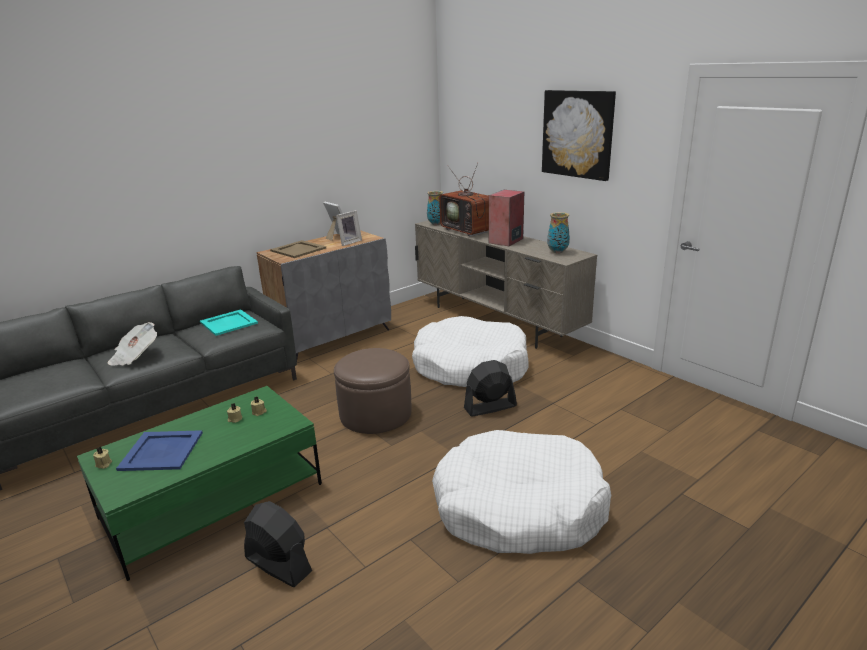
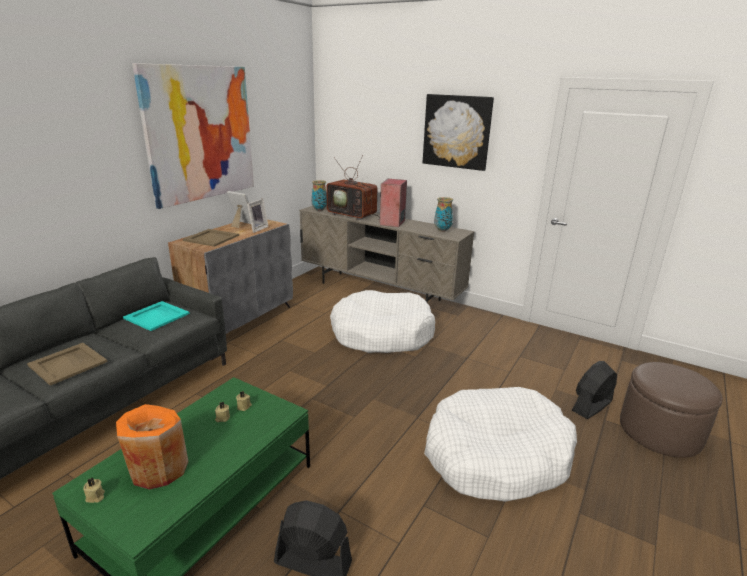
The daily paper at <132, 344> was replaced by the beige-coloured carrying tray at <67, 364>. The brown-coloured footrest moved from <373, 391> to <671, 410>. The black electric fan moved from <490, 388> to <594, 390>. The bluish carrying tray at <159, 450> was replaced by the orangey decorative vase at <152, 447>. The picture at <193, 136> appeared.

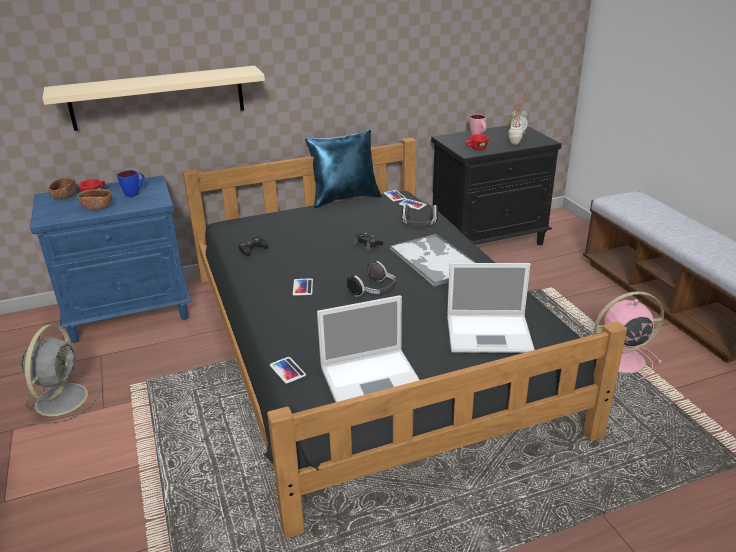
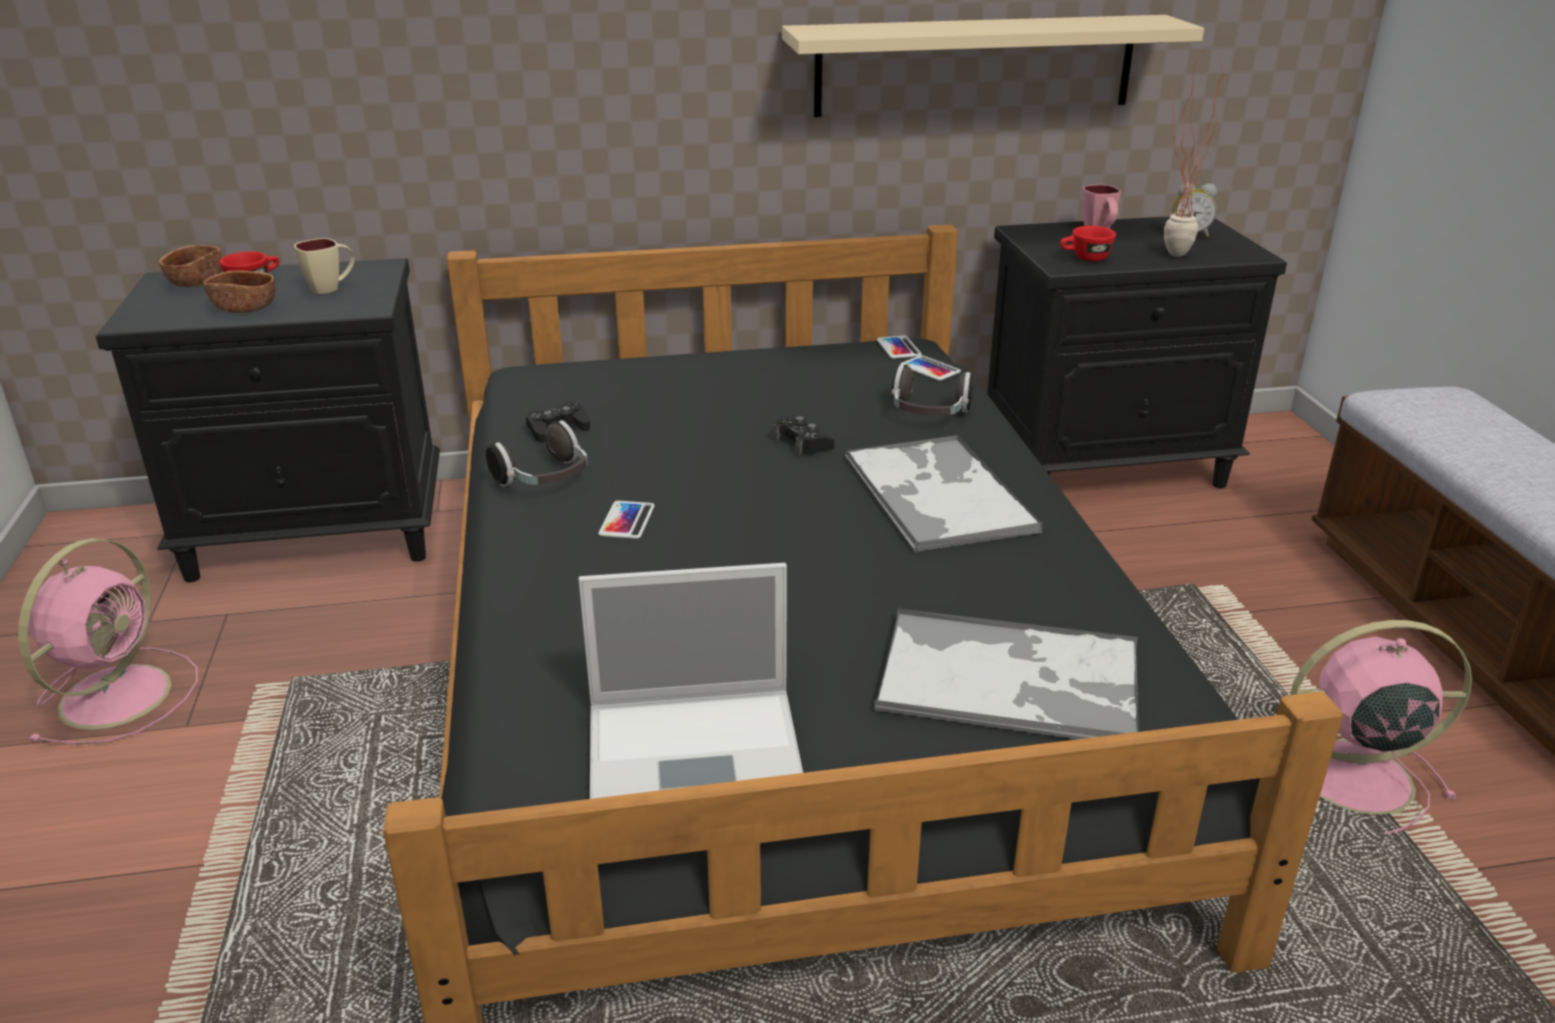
The beige-coloured bracket shelf moved from <154, 98> to <993, 66>. The bluish pillow at <343, 169> disappeared. The bluish mug at <131, 183> became the beige-coloured mug at <324, 266>. The bluish night table at <111, 259> became the black night table at <268, 420>. The pair of headphones moved from <371, 279> to <537, 453>. The notebook computer at <491, 308> was replaced by the carrying tray at <1006, 673>. The grey electric fan at <60, 374> became the pinkish electric fan at <108, 641>. The telephone at <288, 370> disappeared.

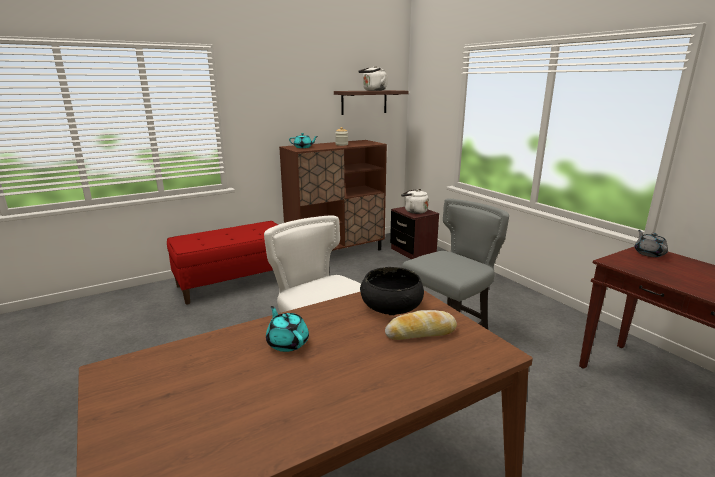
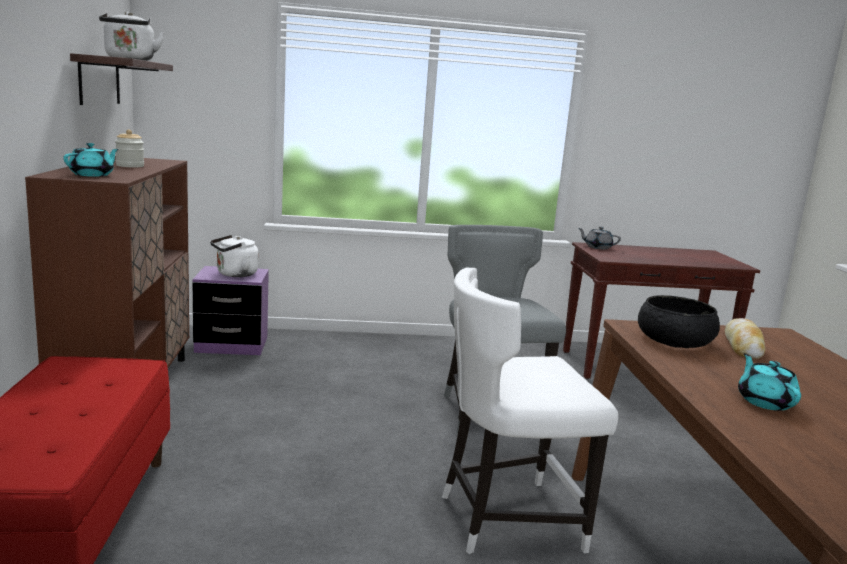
The brown-coloured night table at <414, 233> became the purplish night table at <230, 310>. The blue-green teapot at <287, 329> turned 90 degrees clockwise.

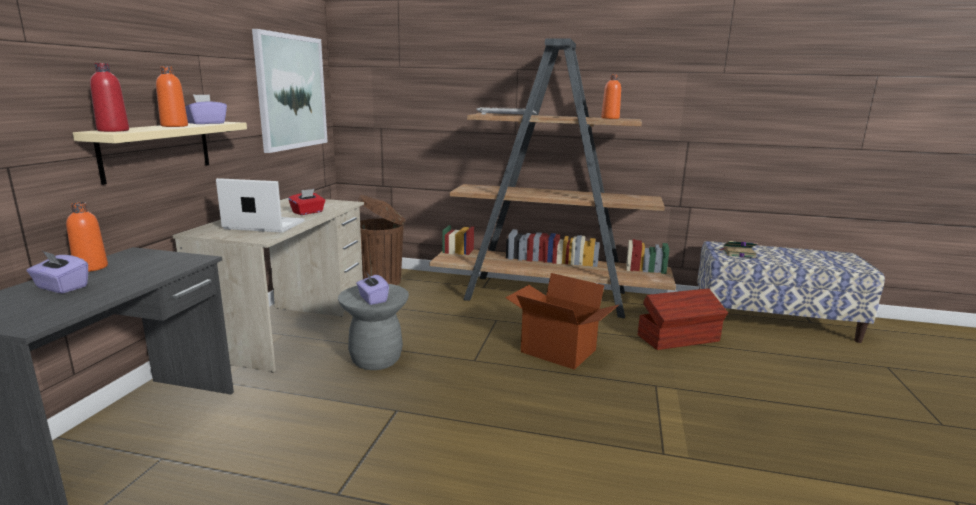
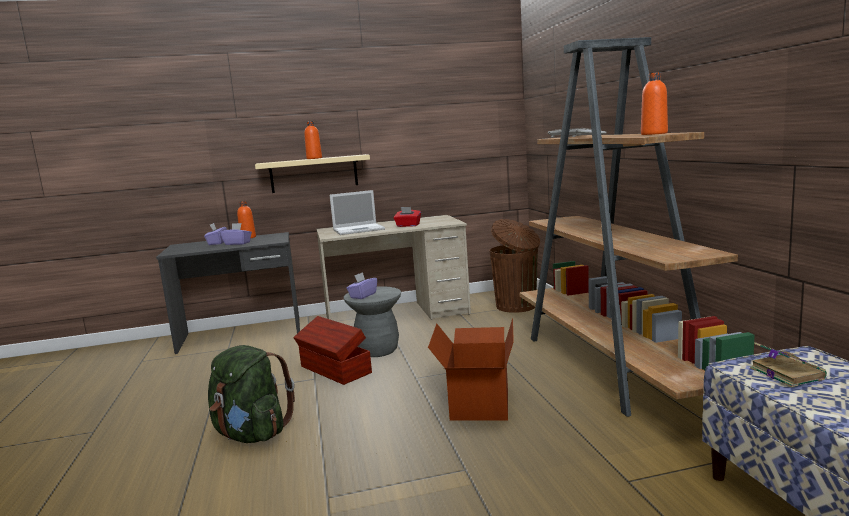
The picture at <290, 91> disappeared. The reddish drink bottle at <109, 97> disappeared. The purplish tissue holder moved from <206, 109> to <236, 234>. The notebook computer at <260, 205> turned 90 degrees clockwise. The brown-coloured storage container moved from <683, 319> to <332, 350>. The green-coloured knapsack at <251, 394> appeared.

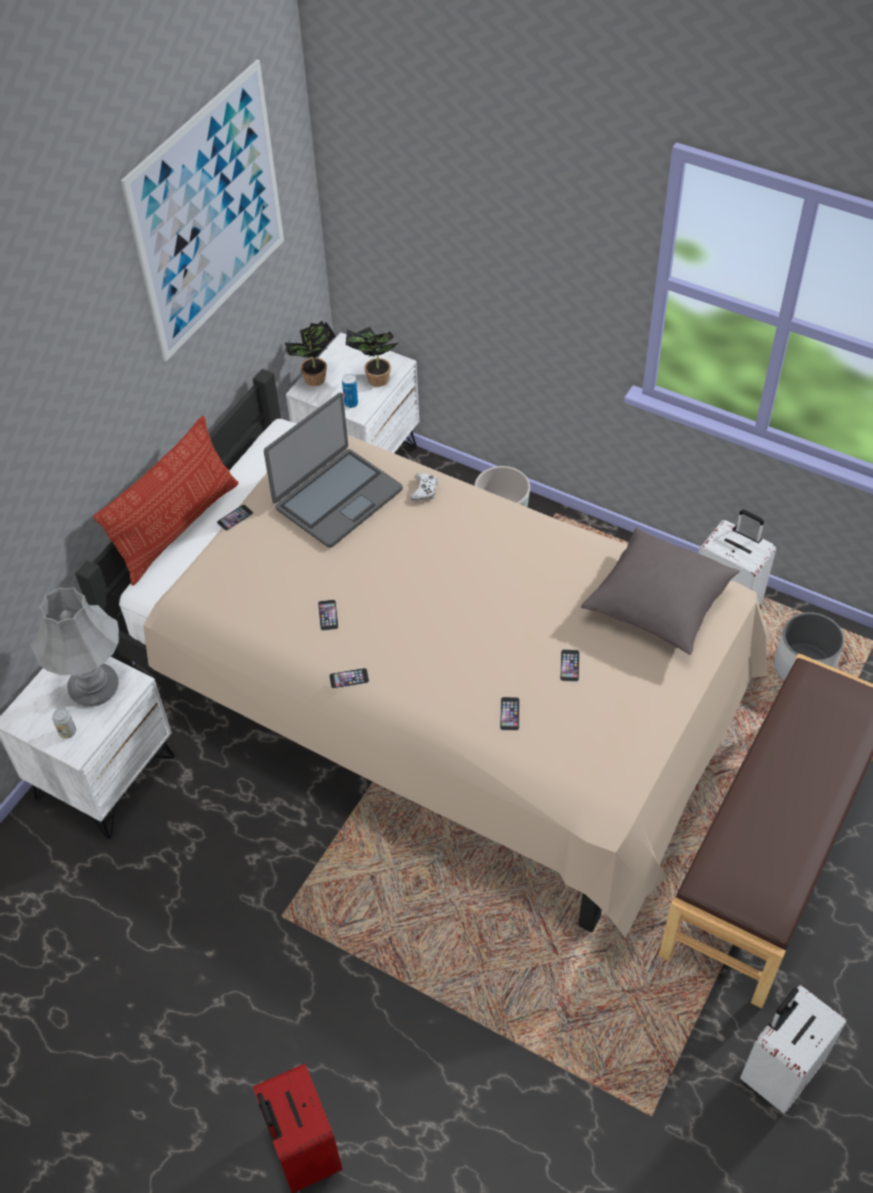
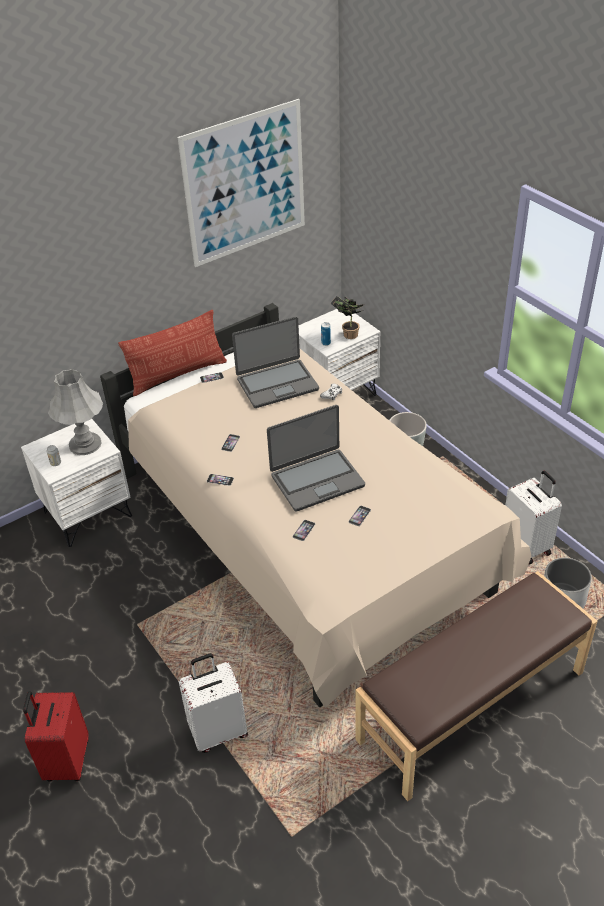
The plant in a pot at <310, 353> disappeared. The grey pillow at <660, 591> disappeared. The white-coloured travel case moved from <793, 1049> to <213, 703>. The notebook computer at <316, 458> appeared.

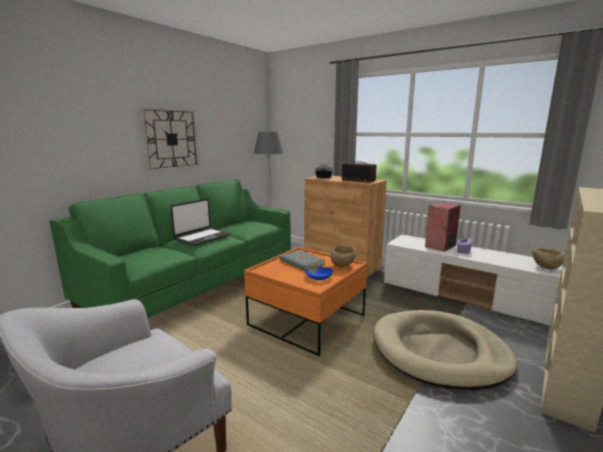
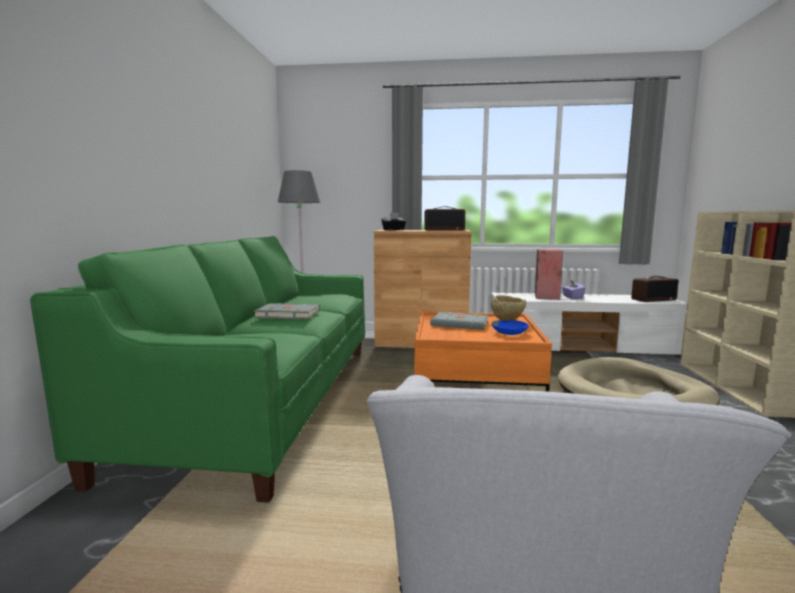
The wall clock at <169, 139> disappeared. The notebook computer at <200, 222> was replaced by the grey bound book at <287, 311>. The beige-coloured serving bowl at <548, 258> was replaced by the radio at <655, 289>.

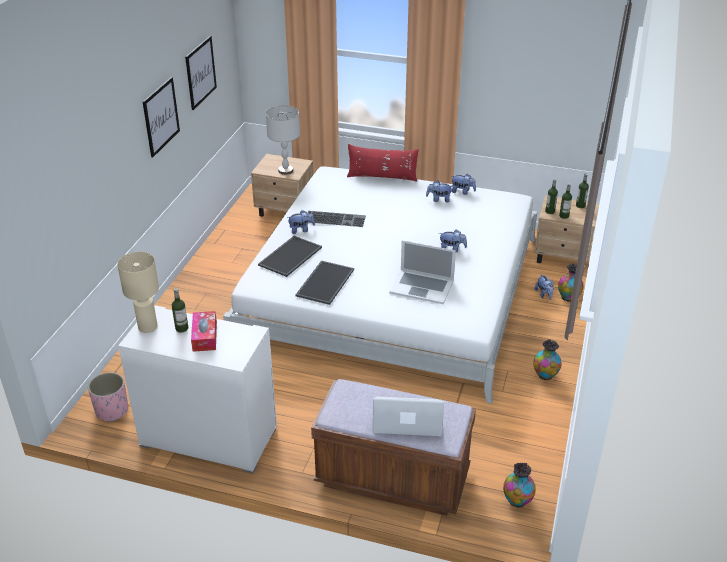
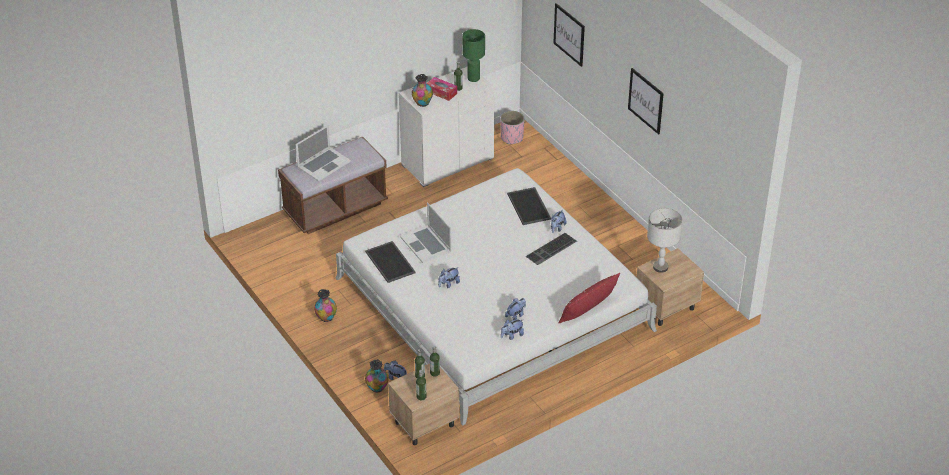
The picture moved from <201, 73> to <569, 35>. The notebook computer at <422, 272> turned 90 degrees counterclockwise. The beige-coloured table lamp at <138, 292> became the green-coloured table lamp at <473, 55>. The carrying tray moved from <325, 283> to <390, 262>. The decorative vase moved from <519, 485> to <422, 90>.

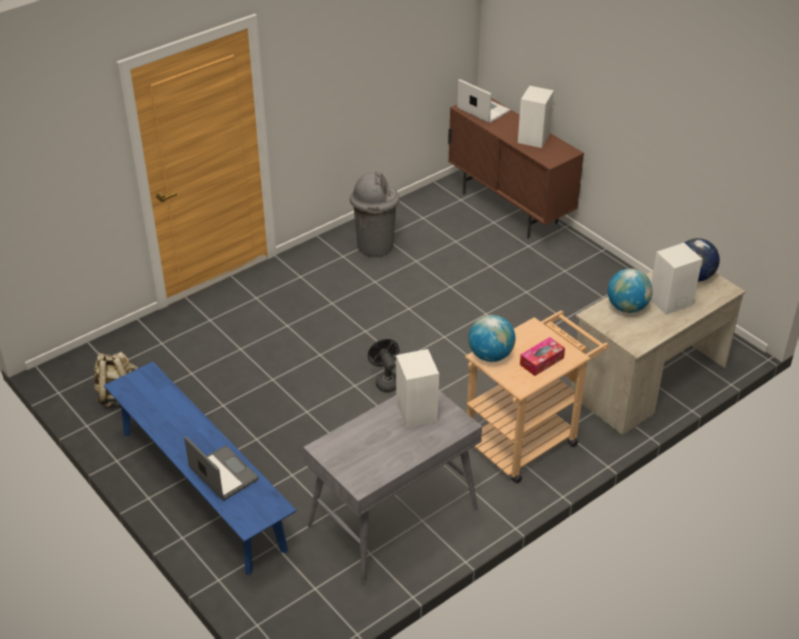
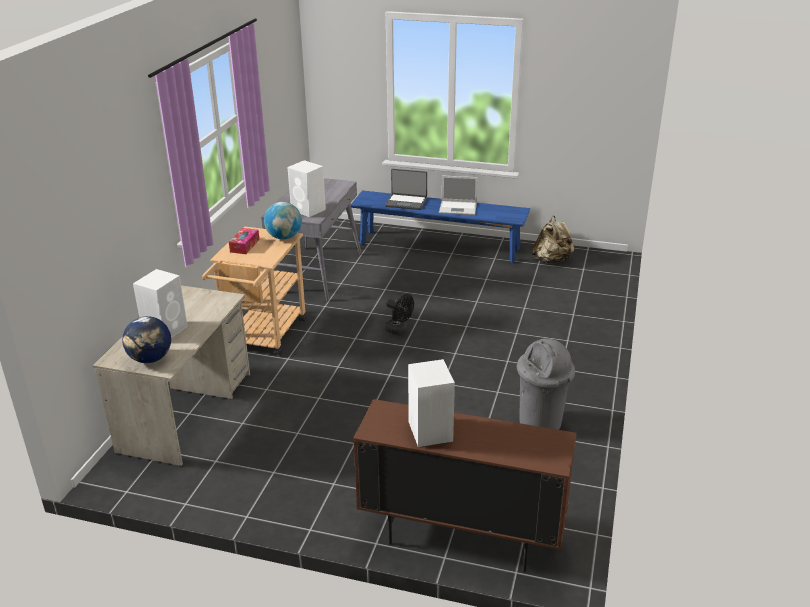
The notebook computer moved from <483, 101> to <458, 195>. The globe at <630, 291> disappeared.

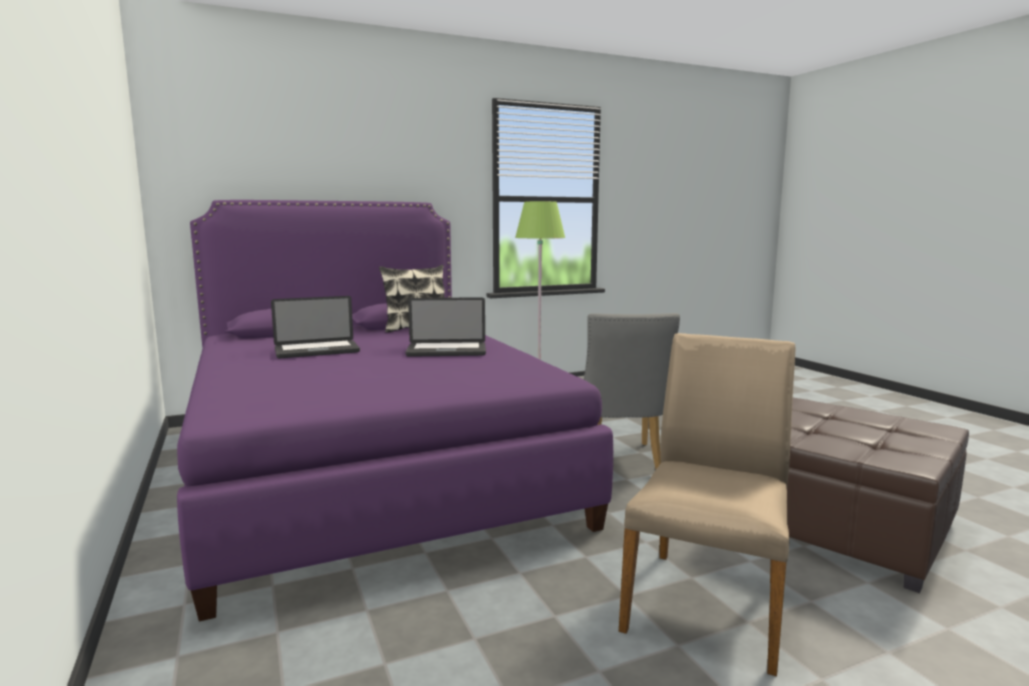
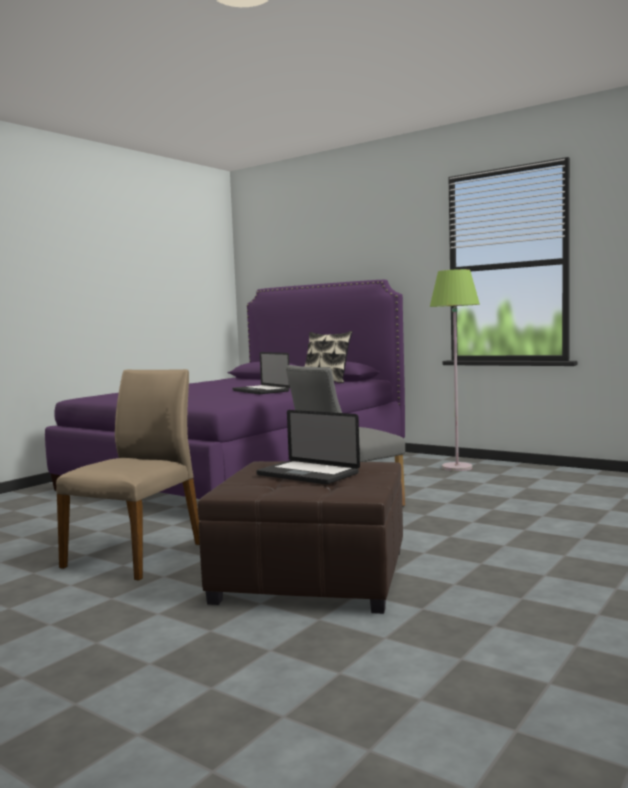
The notebook computer moved from <315, 327> to <308, 447>. The beige-coloured chair at <707, 505> turned 60 degrees counterclockwise.

